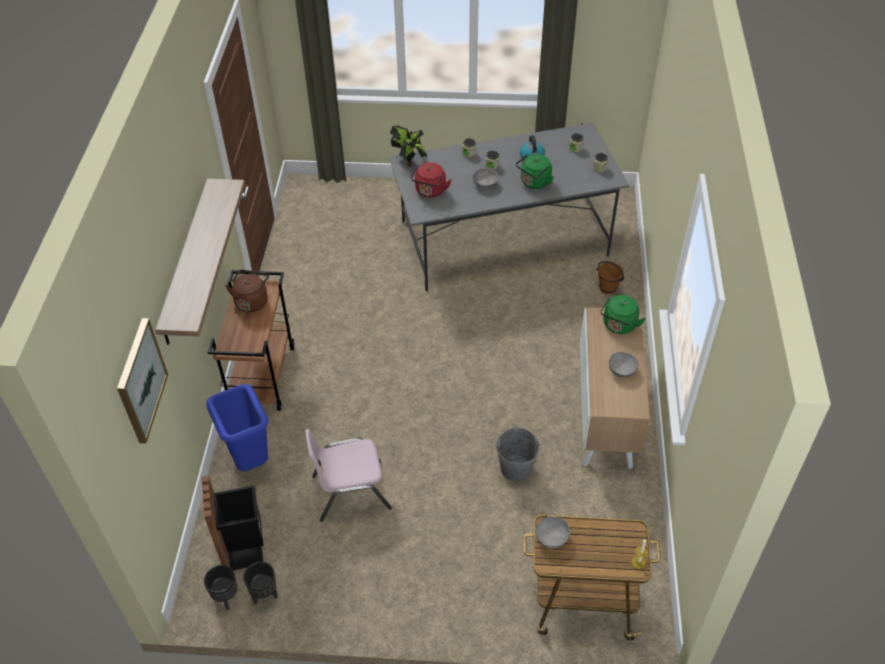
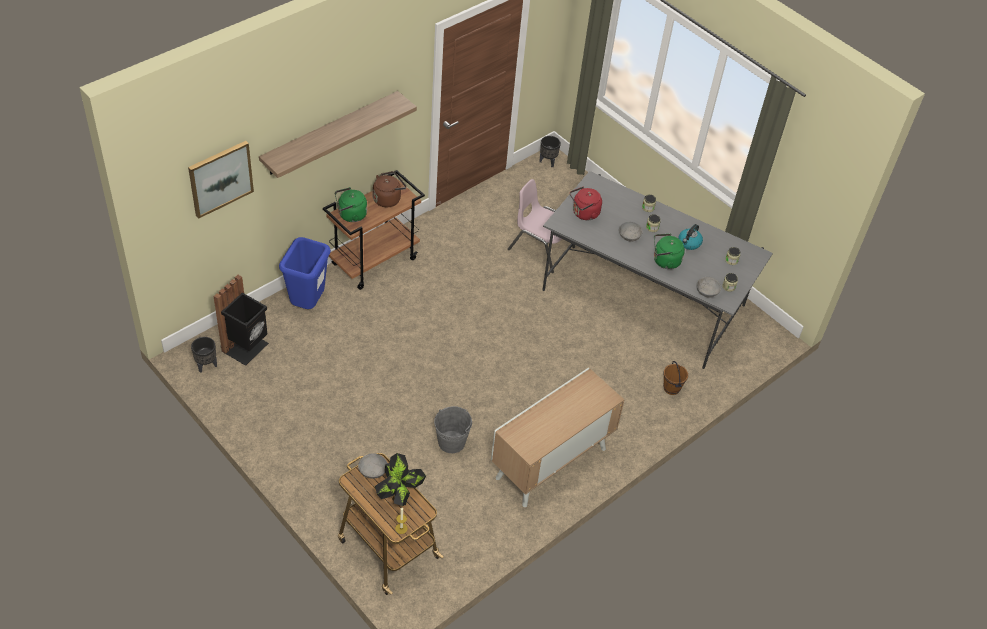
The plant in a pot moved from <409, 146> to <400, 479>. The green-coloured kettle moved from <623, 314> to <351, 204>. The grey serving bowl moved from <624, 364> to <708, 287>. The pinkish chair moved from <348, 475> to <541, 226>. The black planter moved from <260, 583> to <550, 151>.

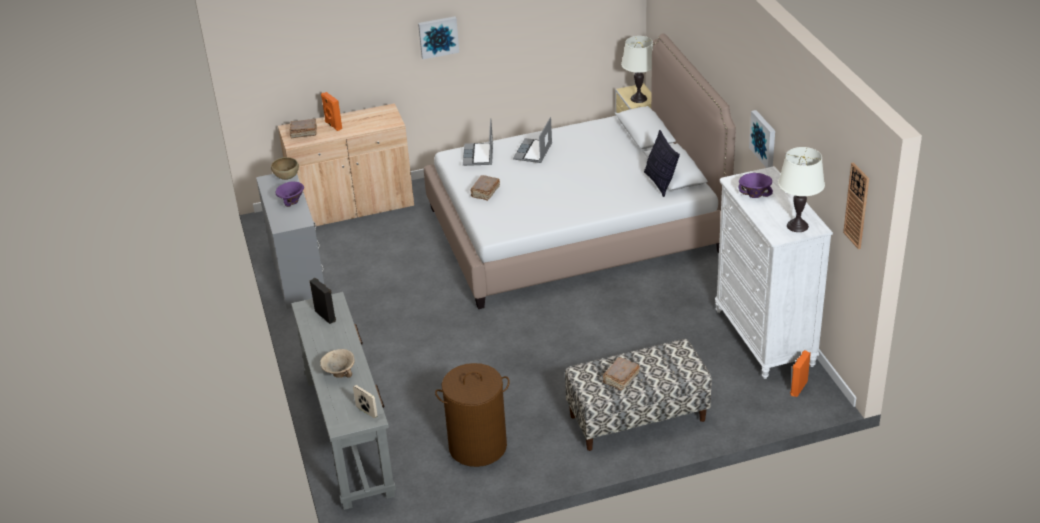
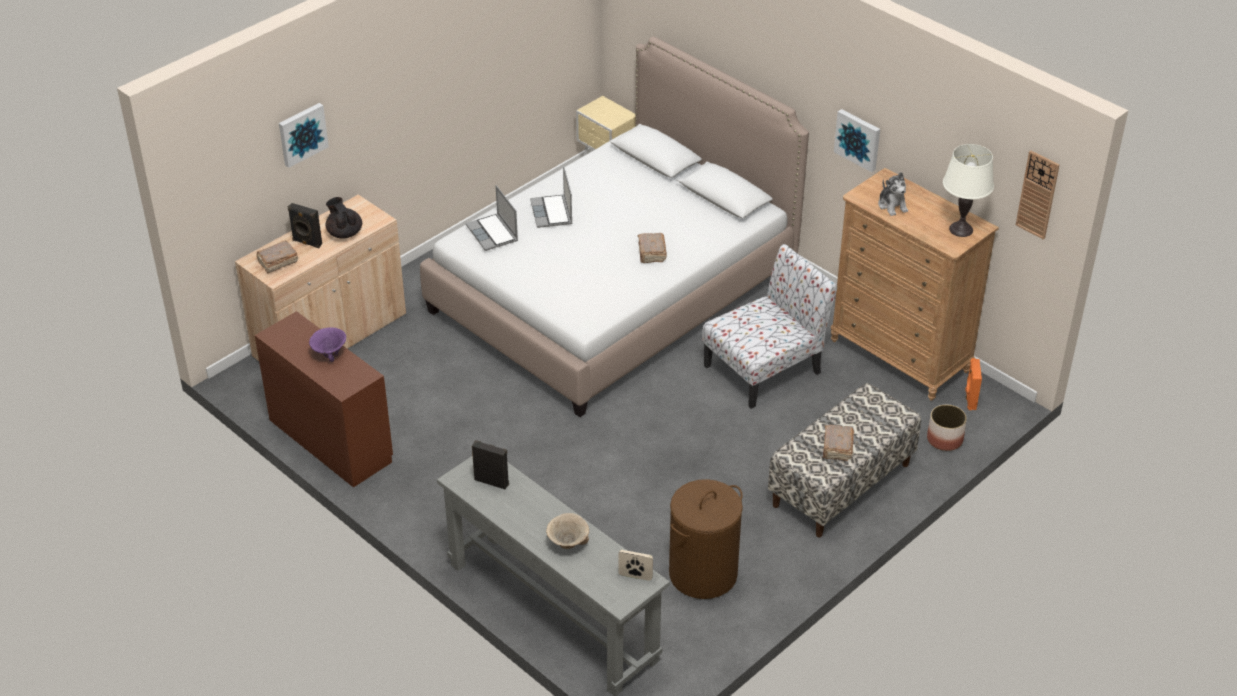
The picture moved from <438, 37> to <304, 135>. The white-coloured table lamp at <637, 69> disappeared. The orangey audio speaker at <331, 111> became the black audio speaker at <305, 225>. The pillow at <662, 163> disappeared. The brown-coloured serving bowl at <285, 168> disappeared. The white-coloured dresser at <774, 272> became the brown-coloured dresser at <915, 284>. The purplish serving bowl at <755, 185> was replaced by the plush toy at <893, 194>. The grey desk at <290, 241> became the brown-coloured desk at <324, 399>. The brown-coloured bound book moved from <485, 188> to <652, 248>. The black teapot at <343, 218> appeared. The chair at <769, 326> appeared. The planter at <947, 427> appeared.

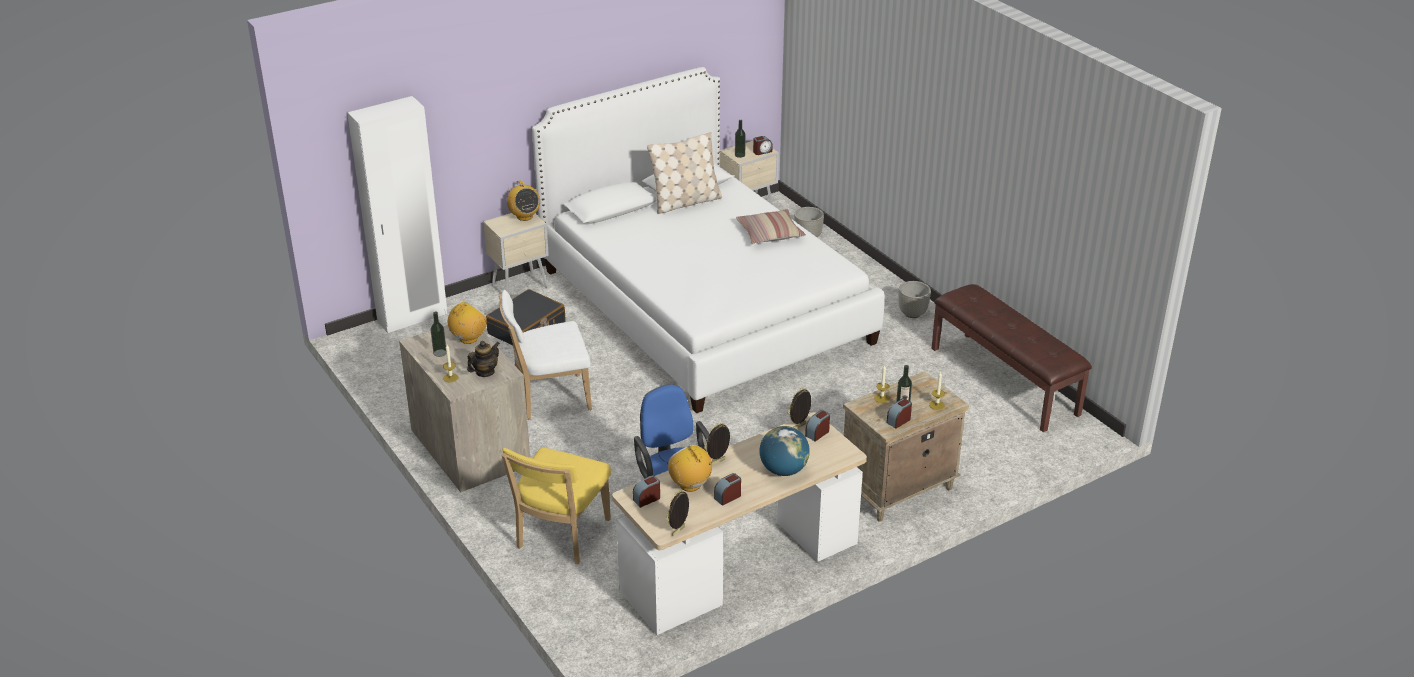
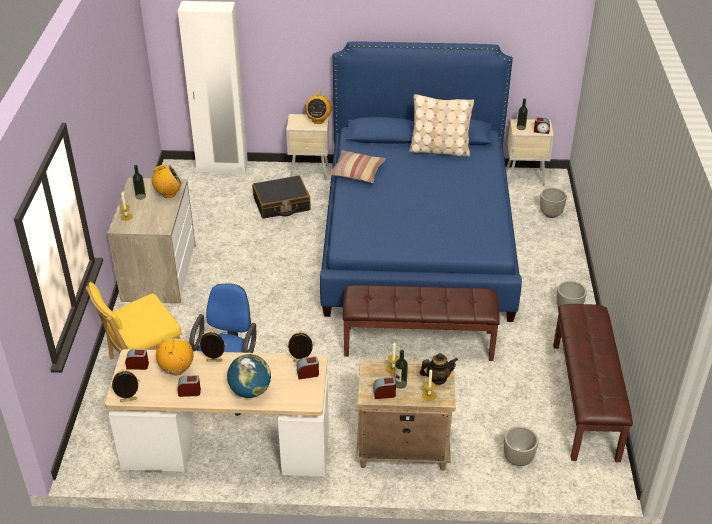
The white-coloured bedroom bed at <708, 240> became the bluish bedroom bed at <421, 182>. The pillow moved from <771, 226> to <357, 166>. The white-coloured chair at <545, 355> disappeared. The teapot moved from <483, 359> to <439, 369>. The brown-coloured indoor bench at <421, 323> appeared. The grey planter at <521, 446> appeared.

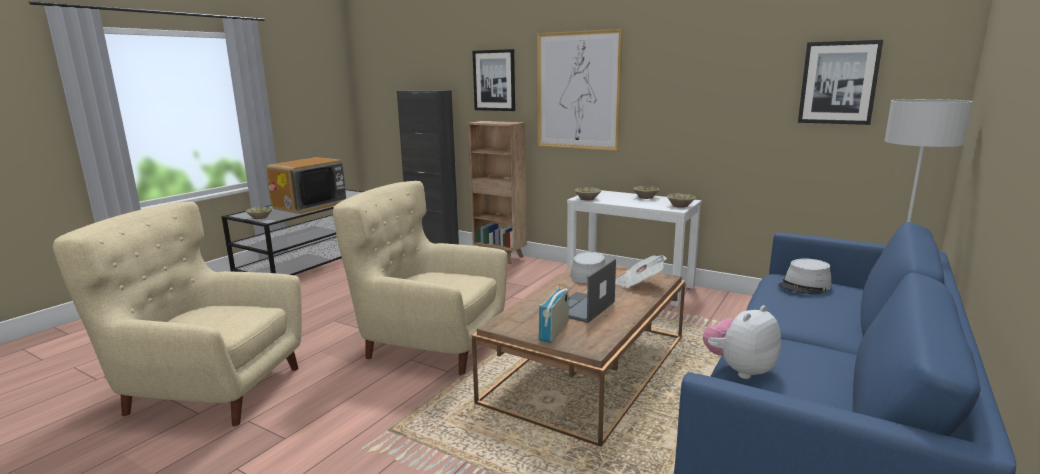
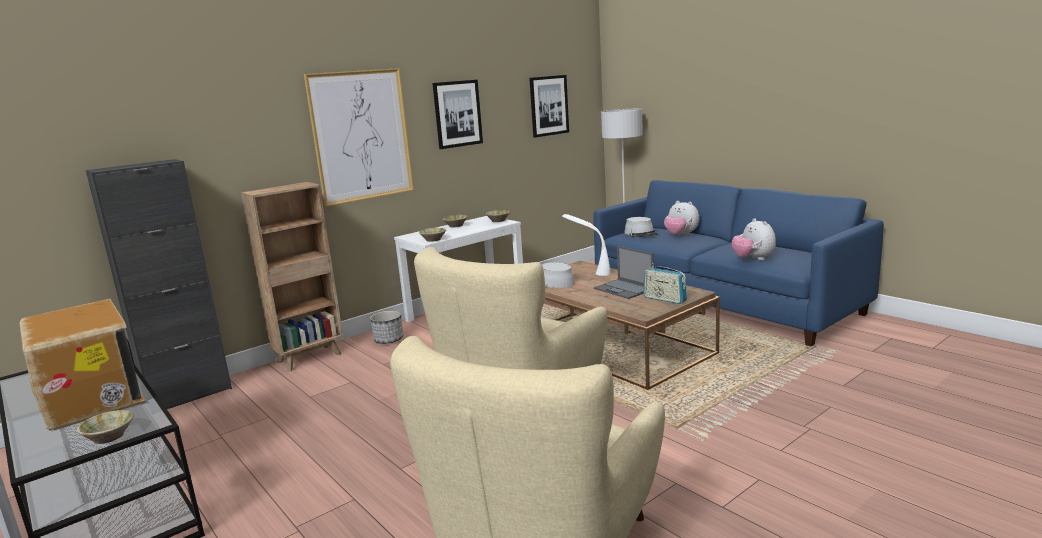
The picture moved from <493, 80> to <457, 114>. The daily paper at <641, 271> was replaced by the white-coloured table lamp at <586, 245>. The plush toy at <681, 218> appeared. The planter at <386, 327> appeared.

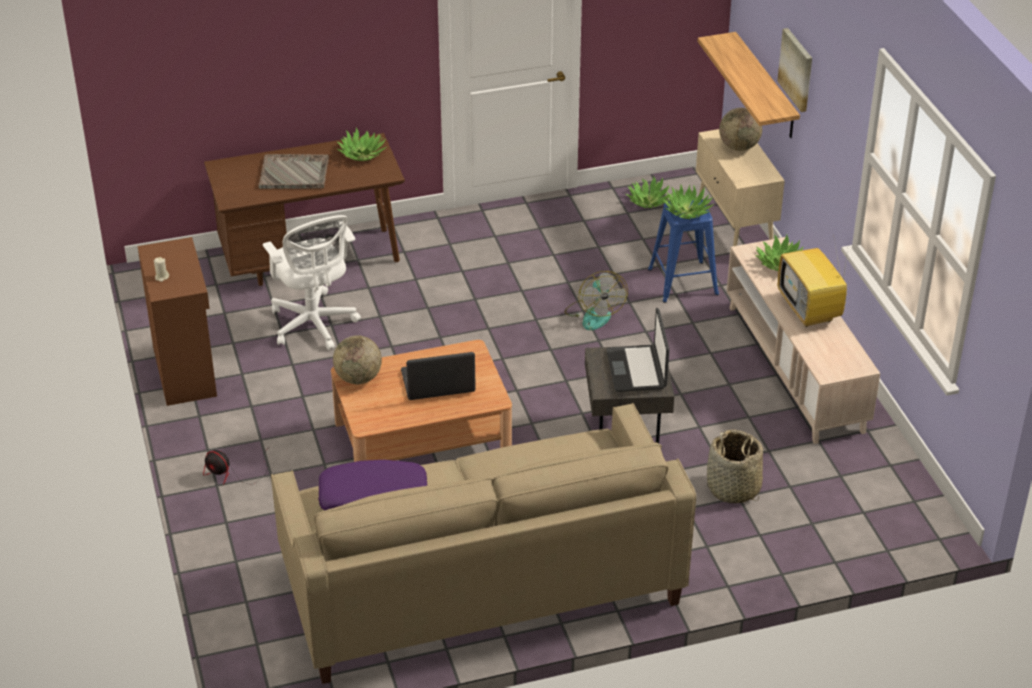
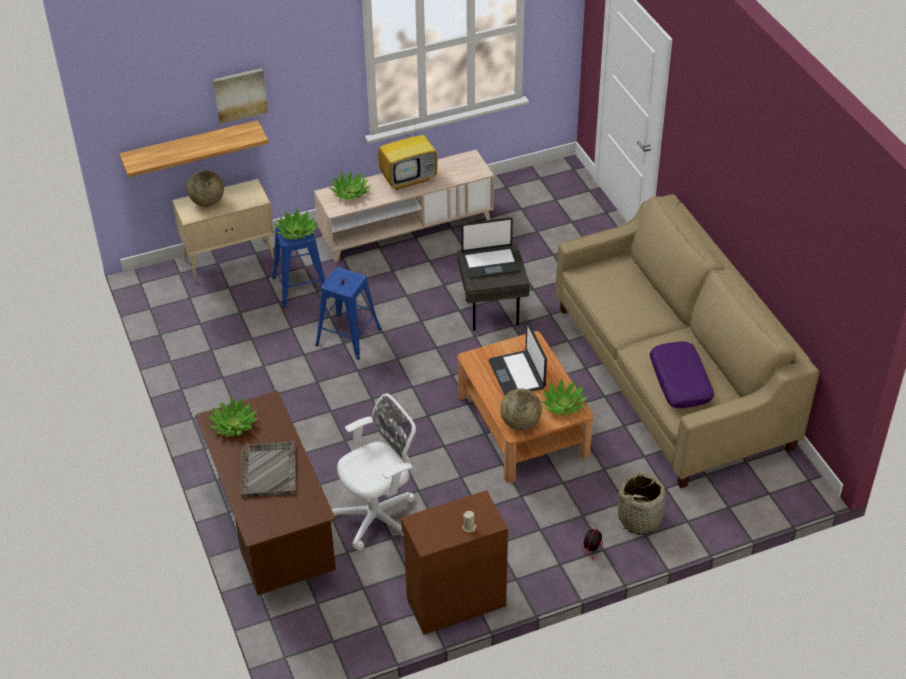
The plant in a pot moved from <649, 192> to <564, 396>. The electric fan at <596, 300> was replaced by the bluish stool at <348, 313>. The basket moved from <735, 466> to <642, 503>.

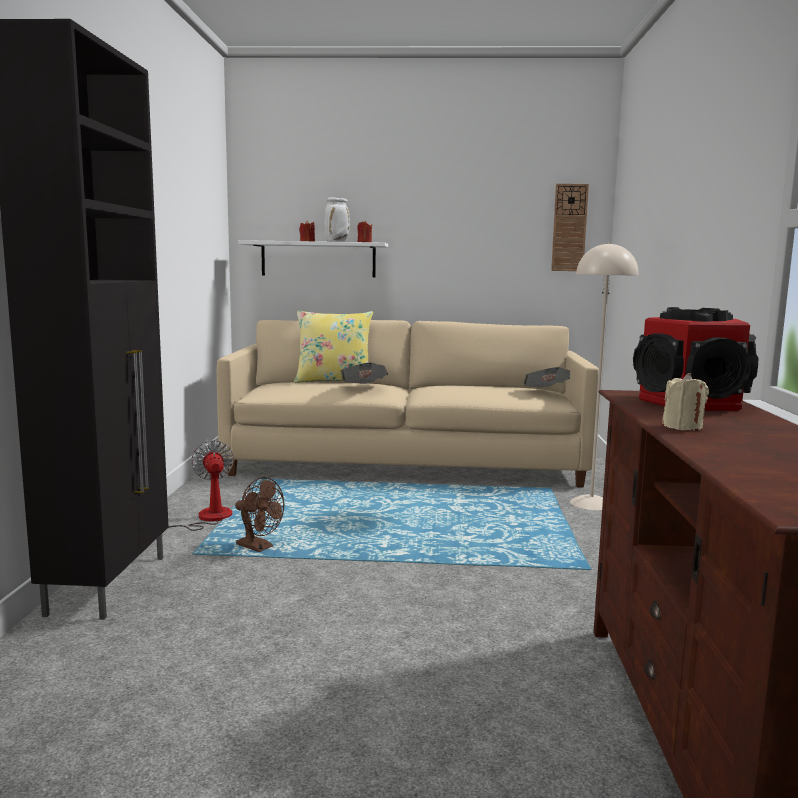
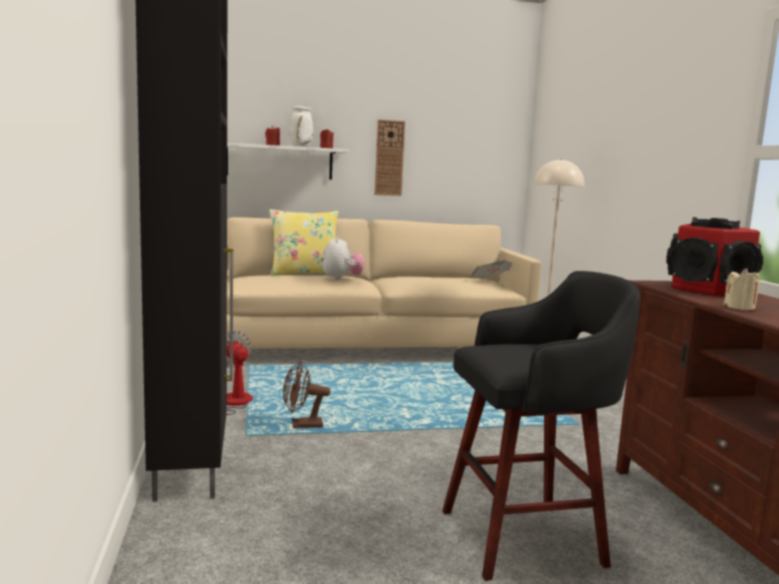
The wall clock moved from <570, 227> to <390, 157>. The daily paper at <364, 373> was replaced by the plush toy at <343, 258>. The brown-coloured electric fan at <259, 514> turned 150 degrees clockwise. The black stool at <541, 426> appeared.

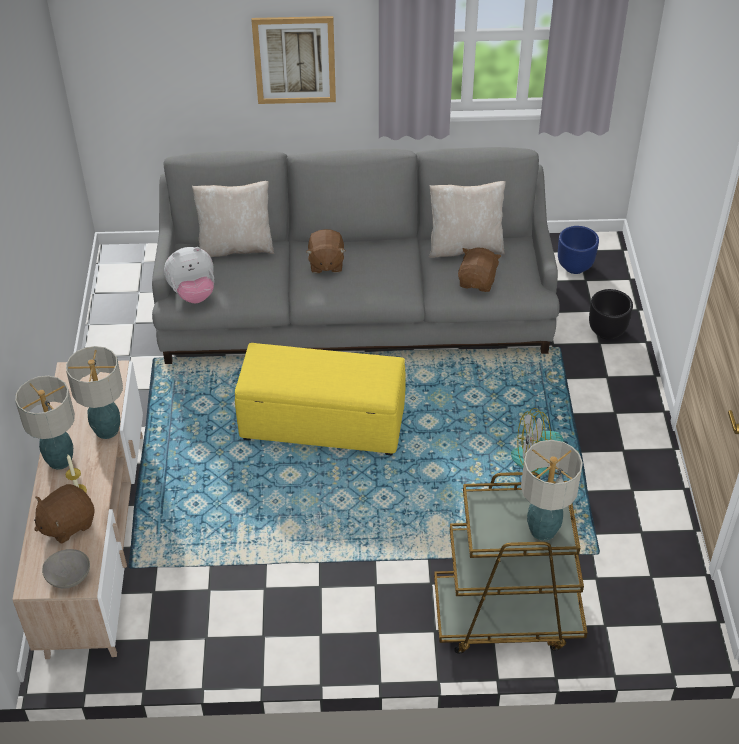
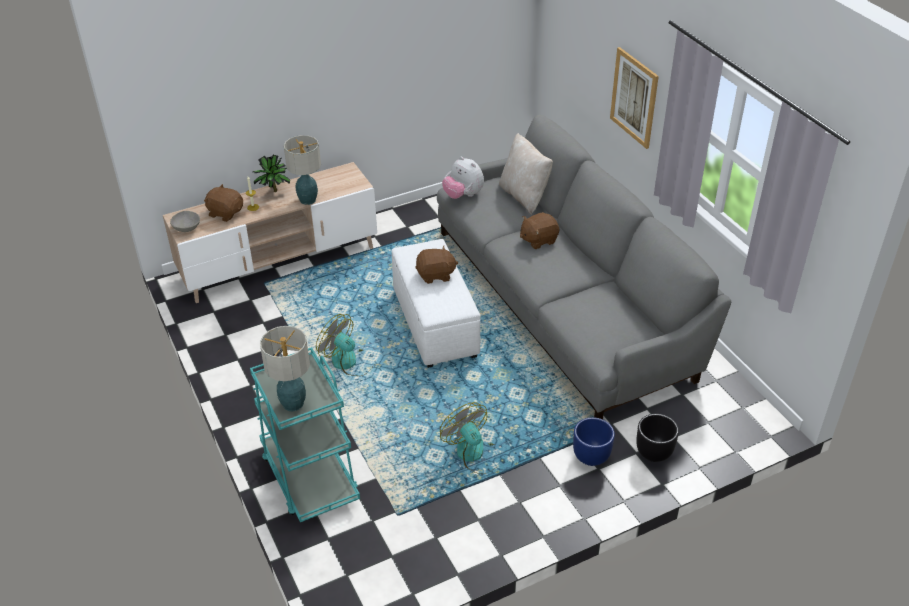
The beige-coloured pillow at <467, 219> disappeared. The bluish planter moved from <578, 250> to <594, 441>. The brown-coloured plush toy moved from <479, 270> to <436, 265>. The yellow-coloured footrest at <320, 399> became the white-coloured footrest at <436, 303>. The table lamp at <45, 423> was replaced by the plant in a pot at <271, 173>. The brown-coloured cart at <511, 563> became the blue-green cart at <305, 434>. The electric fan at <345, 345> appeared.

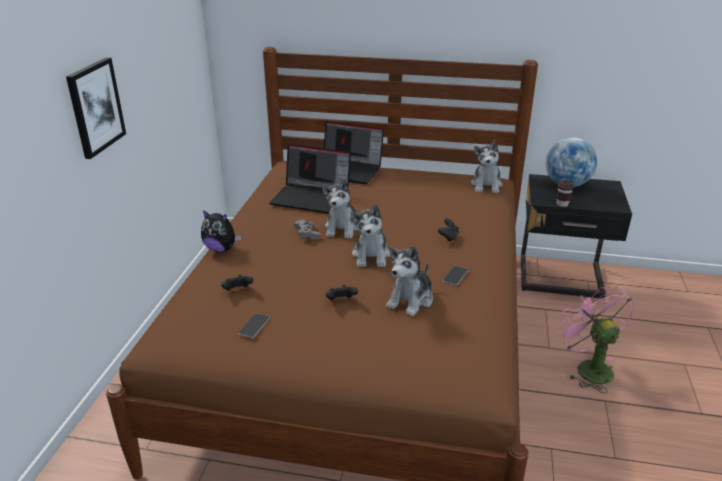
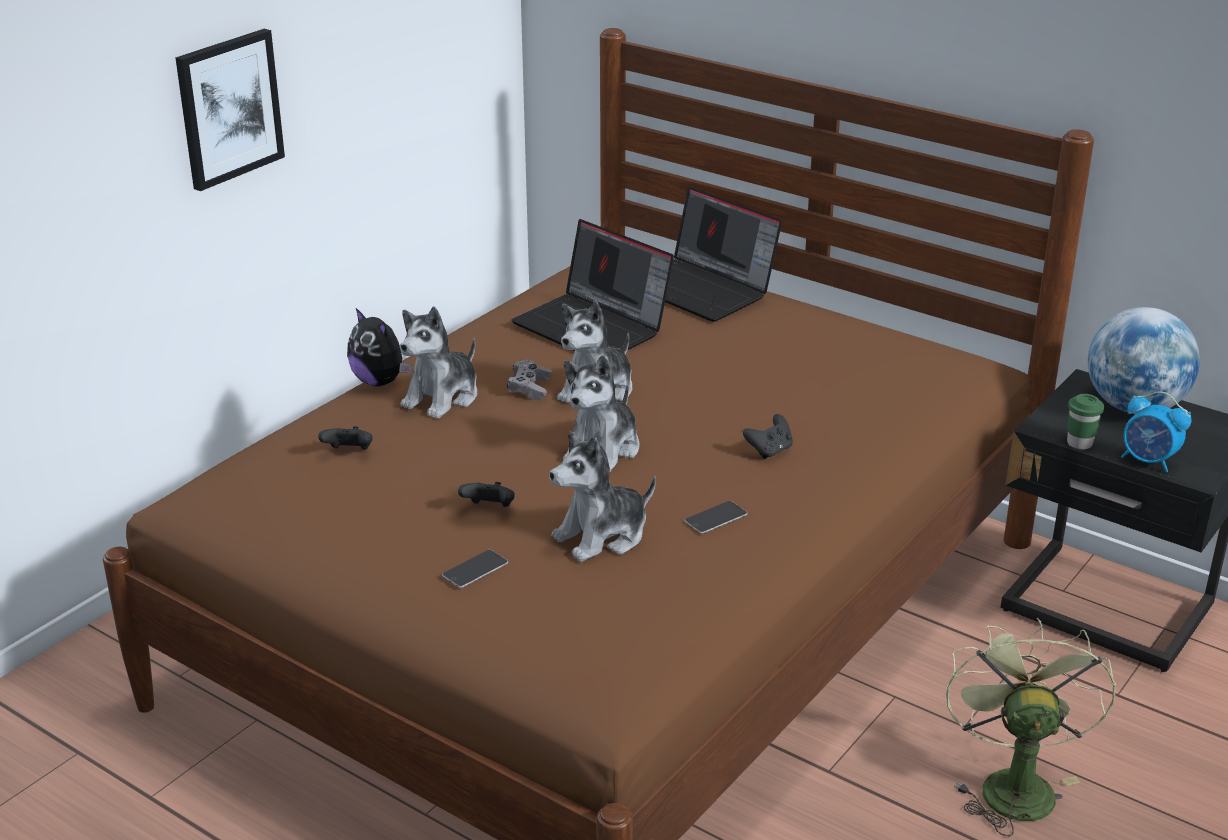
The plush toy moved from <487, 166> to <438, 363>. The brown-coloured cup at <565, 193> became the green-coloured cup at <1085, 422>. The pinkish electric fan at <595, 339> became the green-coloured electric fan at <1031, 727>. The telephone moved from <254, 325> to <475, 569>. The table clock at <1156, 431> appeared.

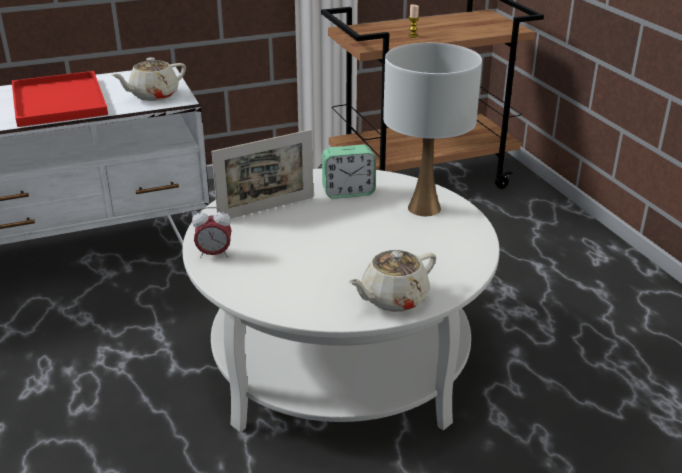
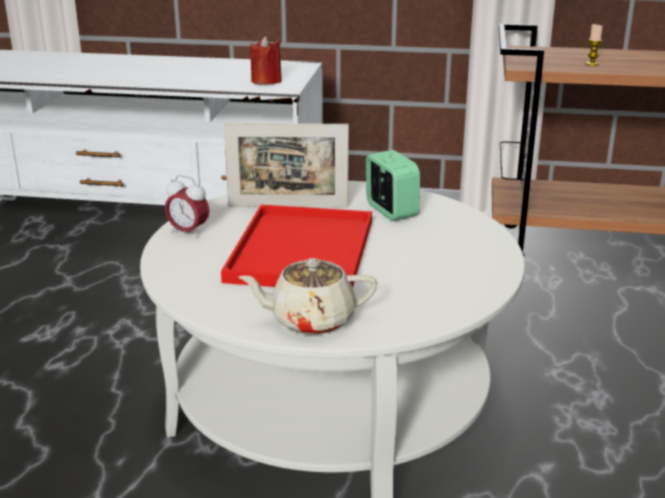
The white-coloured table lamp at <432, 129> disappeared. The beige-coloured teapot at <149, 79> was replaced by the reddish wax candle at <266, 60>. The reddish carrying tray moved from <60, 99> to <296, 246>. The table clock at <349, 172> turned 135 degrees counterclockwise.

